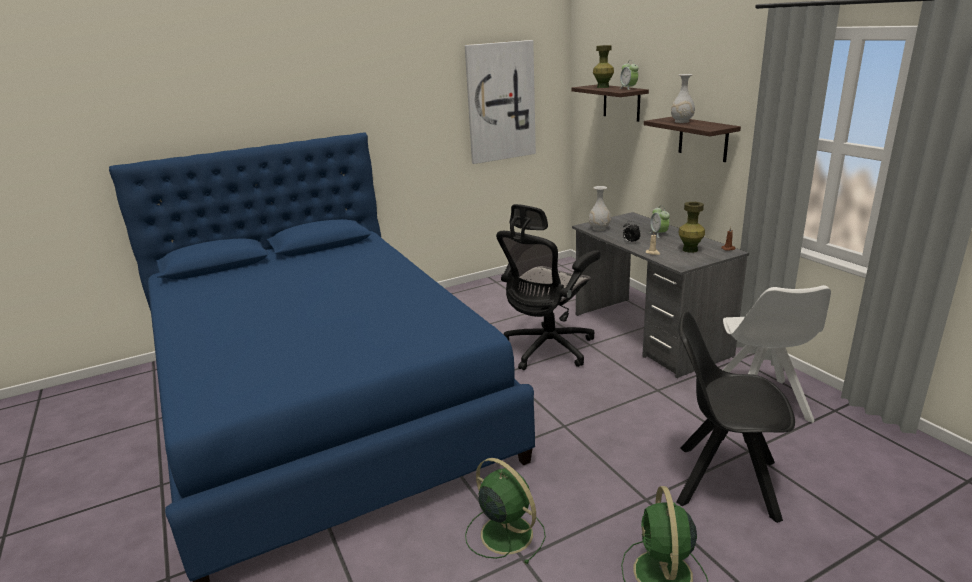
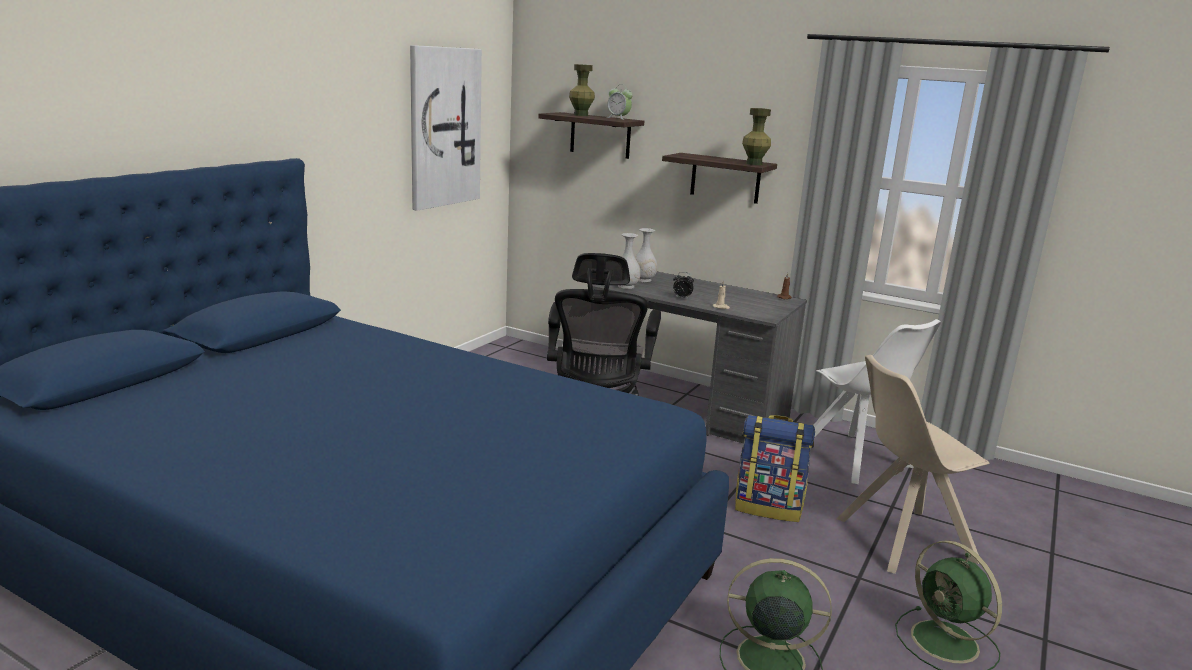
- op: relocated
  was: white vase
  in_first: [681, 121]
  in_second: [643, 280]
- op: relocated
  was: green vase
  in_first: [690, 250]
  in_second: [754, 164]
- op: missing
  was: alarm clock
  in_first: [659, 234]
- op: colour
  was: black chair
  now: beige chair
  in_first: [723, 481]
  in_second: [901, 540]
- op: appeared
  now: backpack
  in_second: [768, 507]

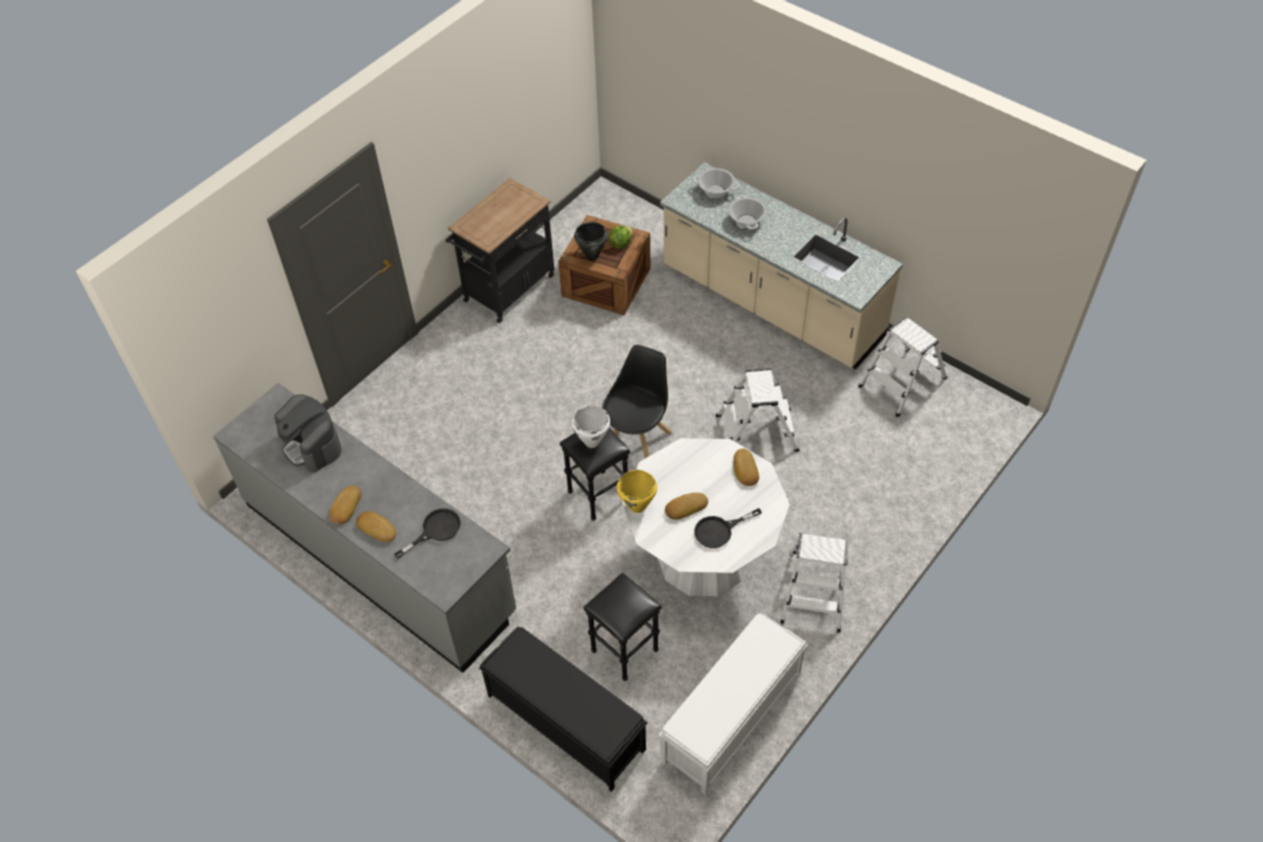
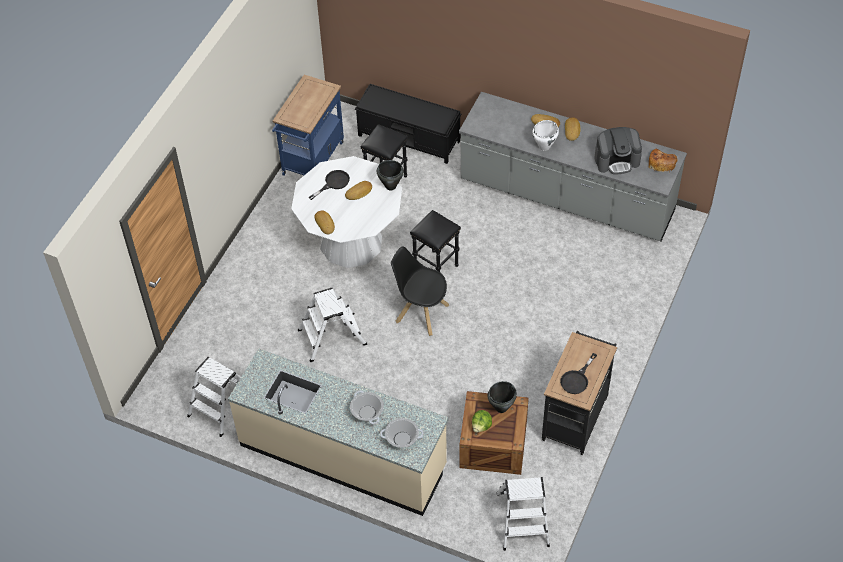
- op: spun
  was: black chair
  in_first: [637, 439]
  in_second: [421, 312]
  clockwise: 105
- op: spun
  was: coffee machine
  in_first: [312, 445]
  in_second: [617, 160]
  clockwise: 135
- op: relocated
  was: white cooking pot
  in_first: [591, 442]
  in_second: [544, 147]
- op: colour
  was: yellow cooking pot
  now: black cooking pot
  in_first: [637, 507]
  in_second: [390, 186]
- op: relocated
  was: black frying pan
  in_first: [435, 530]
  in_second: [577, 379]
- op: relocated
  was: white step ladder
  in_first: [814, 591]
  in_second: [522, 519]
- op: exchanged
  was: white bench
  now: blue cart
  in_first: [731, 718]
  in_second: [312, 160]
- op: appeared
  now: bread
  in_second: [661, 163]

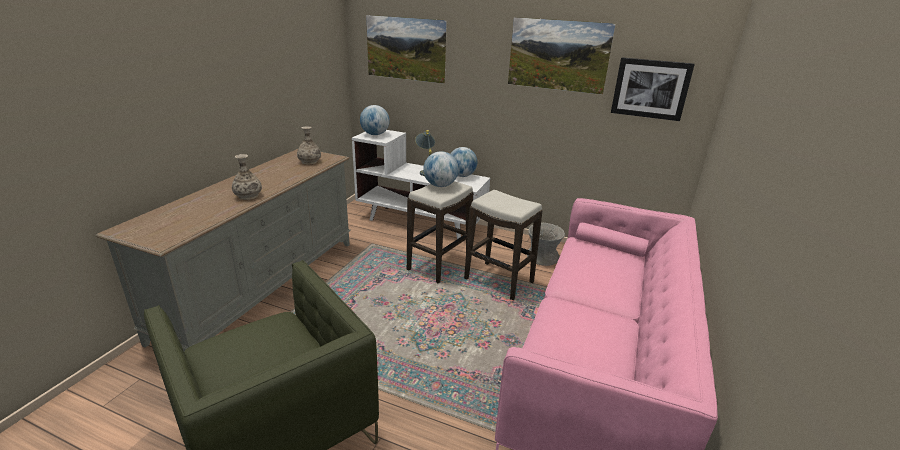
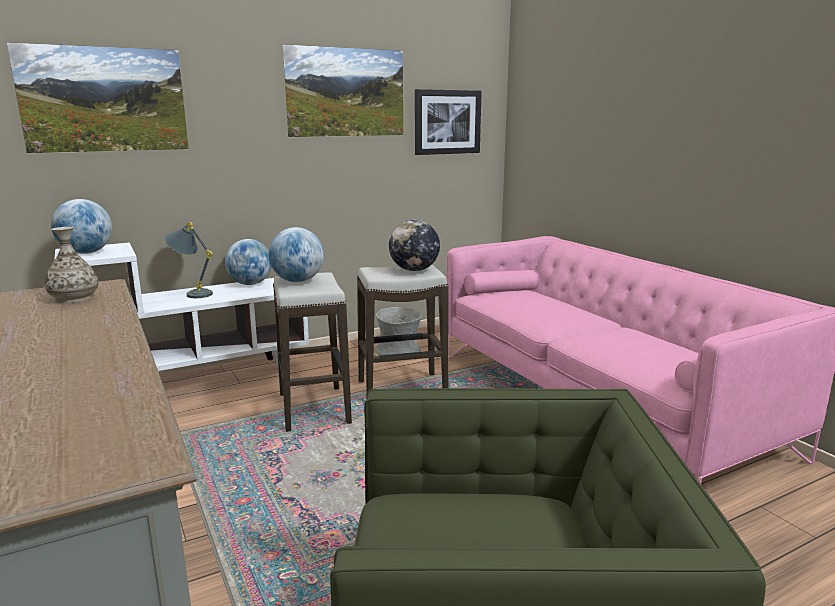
- op: missing
  was: vase
  in_first: [248, 196]
- op: appeared
  now: globe
  in_second: [414, 270]

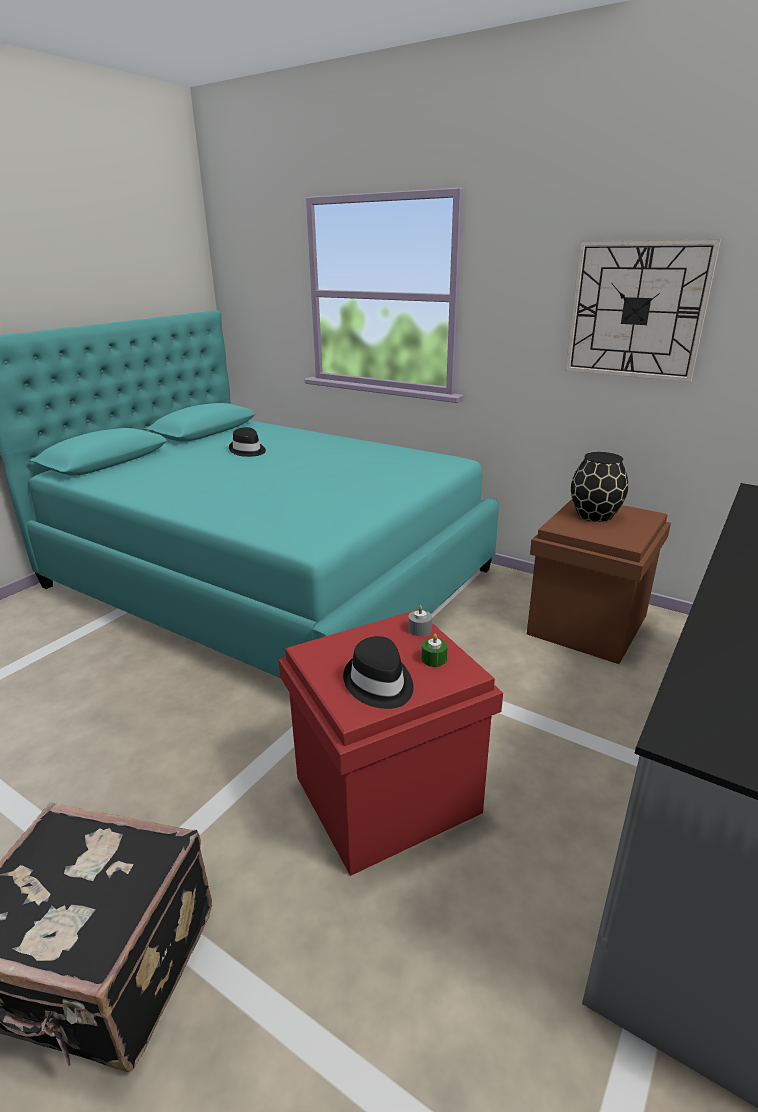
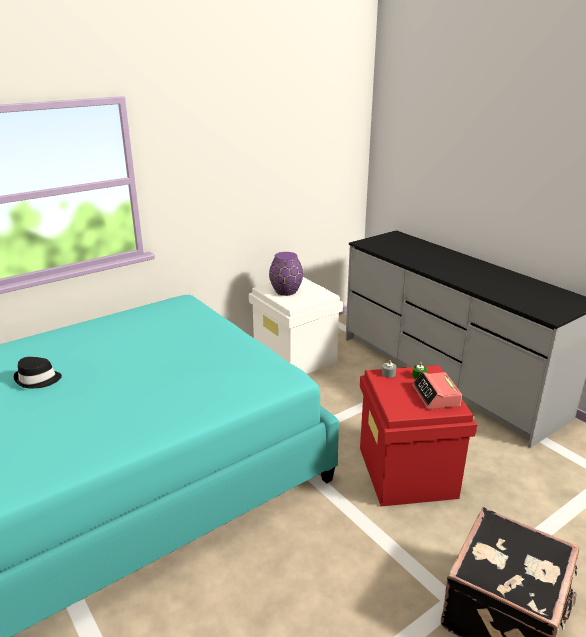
- op: missing
  was: wall clock
  in_first: [636, 310]
- op: colour
  was: black vase
  now: purple vase
  in_first: [593, 515]
  in_second: [285, 291]
- op: colour
  was: brown storage box
  now: white storage box
  in_first: [588, 625]
  in_second: [295, 357]
- op: exchanged
  was: black hat
  now: alarm clock
  in_first: [379, 683]
  in_second: [436, 396]

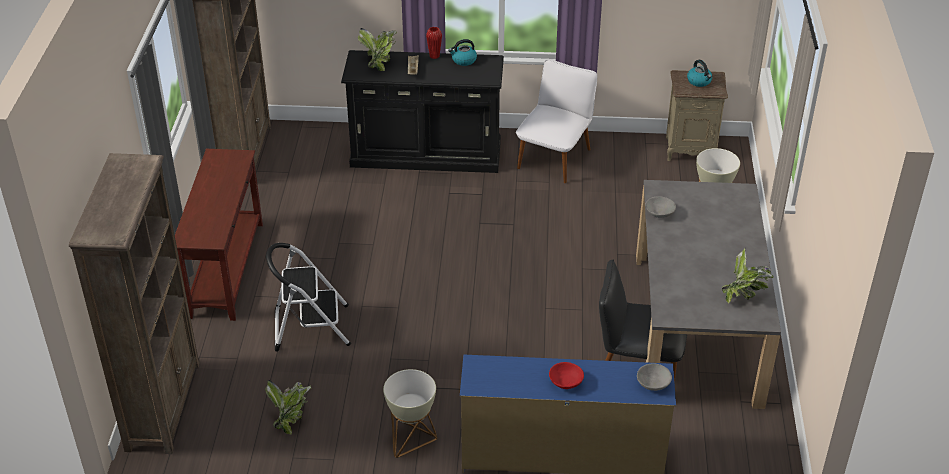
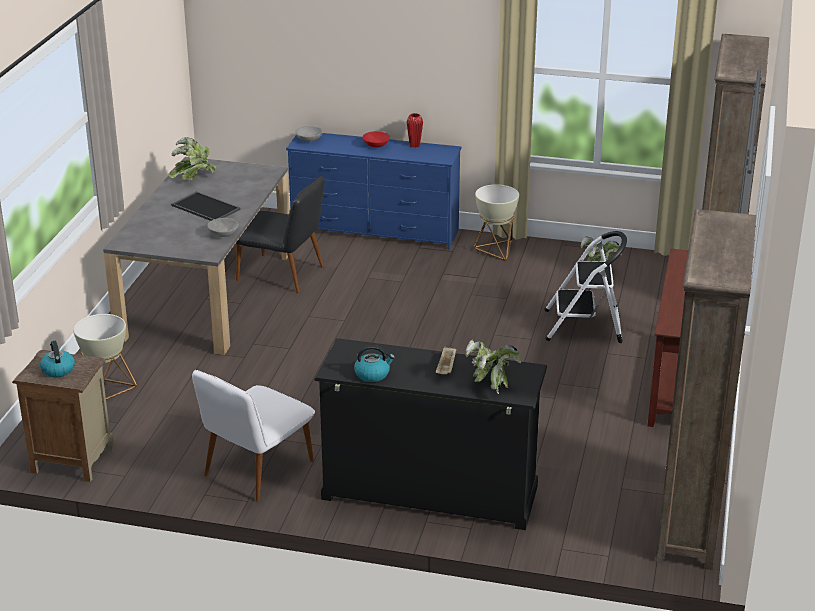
- op: relocated
  was: red vase
  in_first: [434, 56]
  in_second: [414, 145]
- op: appeared
  now: tray
  in_second: [204, 207]

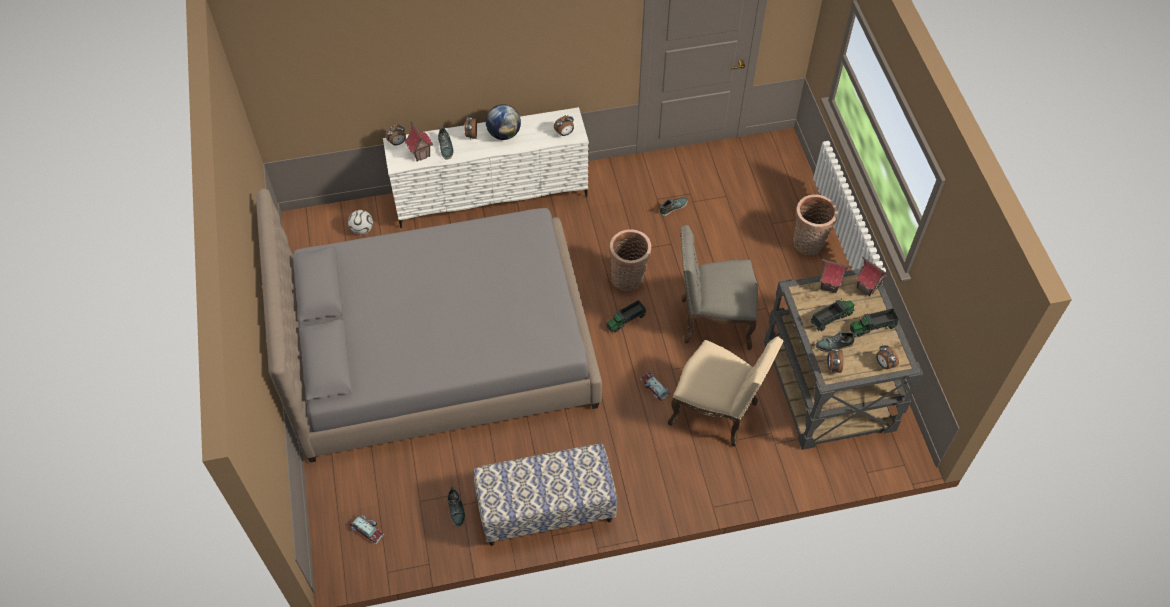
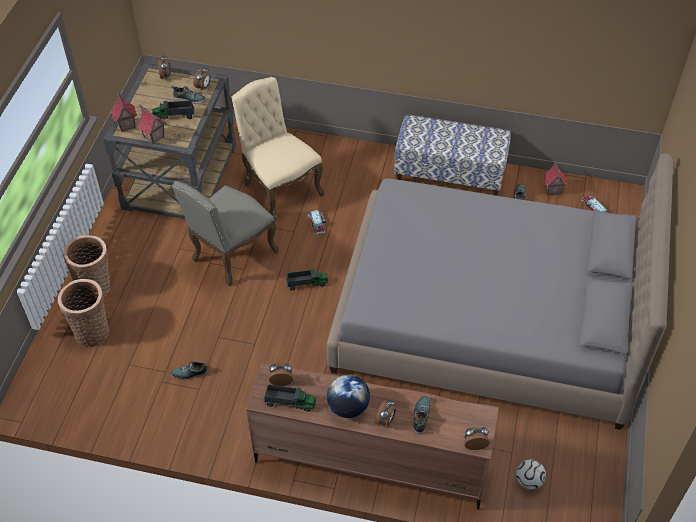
- op: colour
  was: white dresser
  now: brown dresser
  in_first: [492, 198]
  in_second: [369, 462]
- op: relocated
  was: toy house
  in_first: [421, 154]
  in_second: [552, 190]
- op: spun
  was: grey chair
  in_first: [713, 320]
  in_second: [231, 255]
  clockwise: 105
- op: relocated
  was: basket
  in_first: [628, 279]
  in_second: [92, 331]
- op: relocated
  was: toy truck
  in_first: [872, 327]
  in_second: [289, 402]

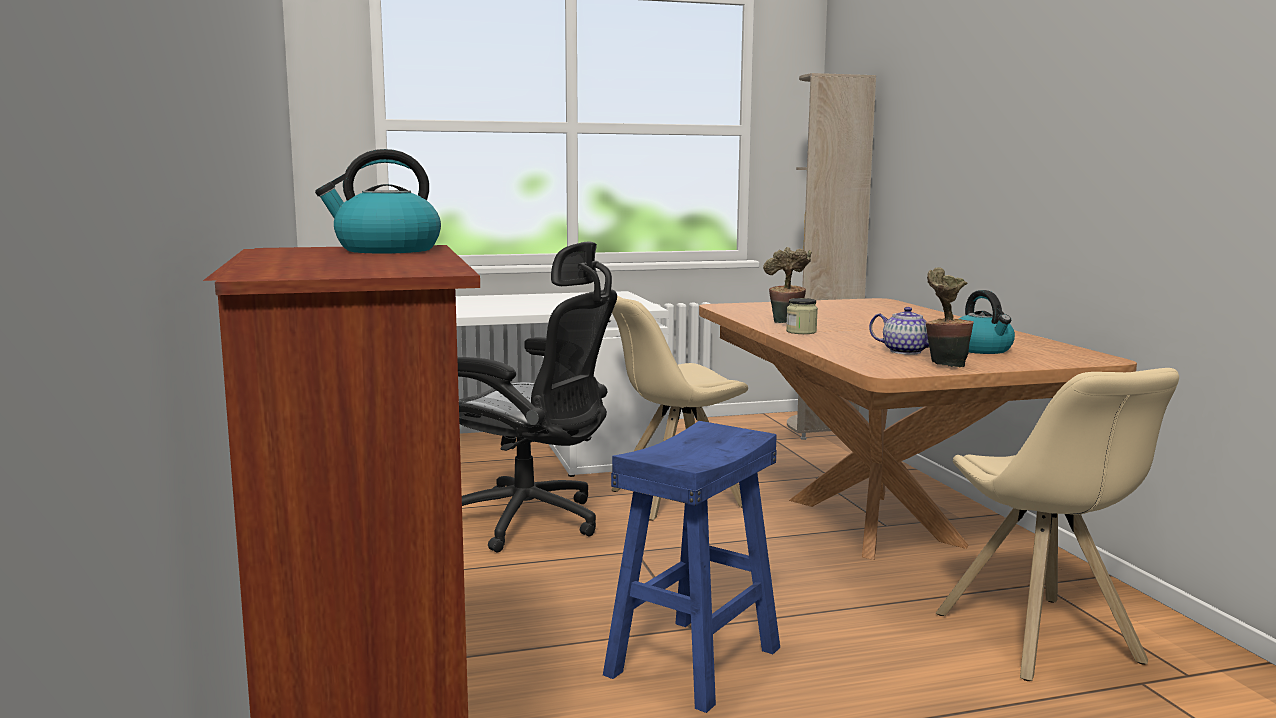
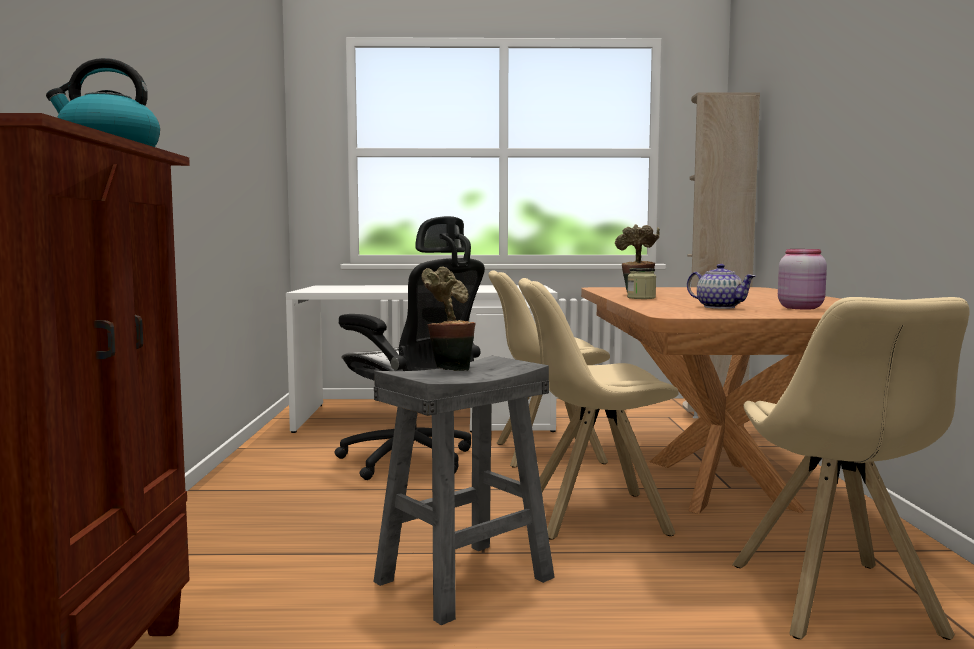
- op: relocated
  was: potted plant
  in_first: [944, 365]
  in_second: [450, 368]
- op: exchanged
  was: kettle
  now: pink jar
  in_first: [981, 349]
  in_second: [801, 308]
- op: colour
  was: blue stool
  now: grey stool
  in_first: [693, 660]
  in_second: [464, 579]
- op: appeared
  now: beige chair
  in_second: [594, 515]

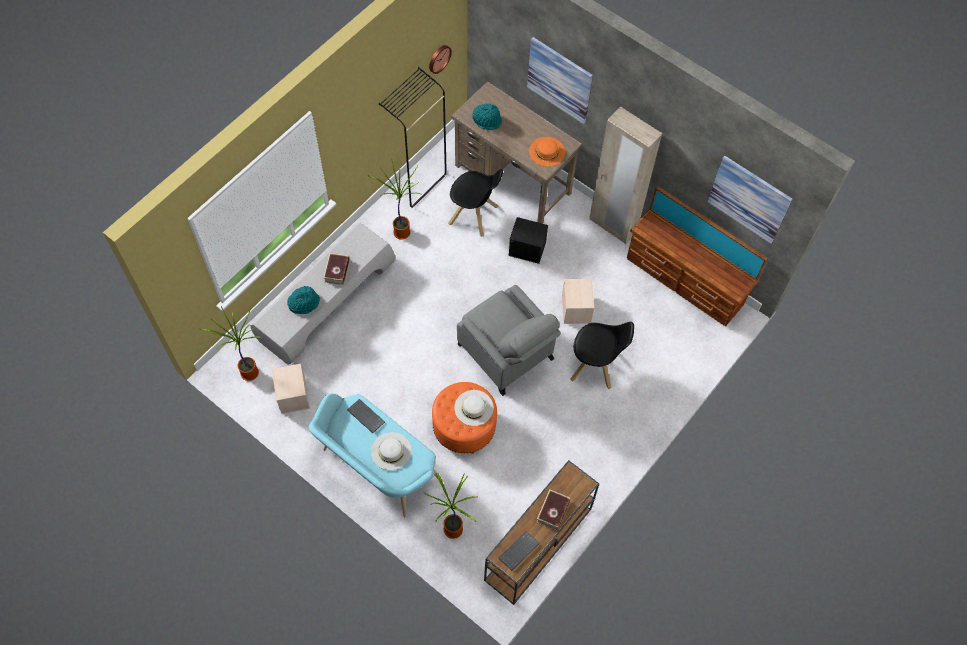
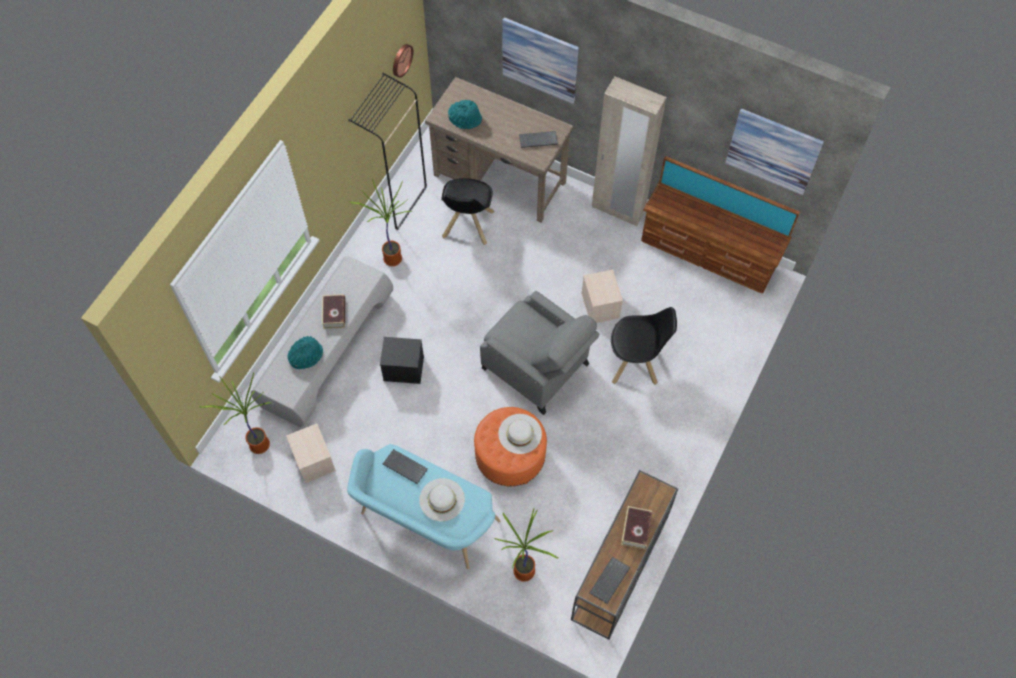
- op: exchanged
  was: orange hat
  now: keyboard
  in_first: [547, 151]
  in_second: [537, 141]
- op: spun
  was: black chair
  in_first: [474, 215]
  in_second: [467, 225]
  clockwise: 90
- op: relocated
  was: black storage box
  in_first: [527, 248]
  in_second: [404, 368]

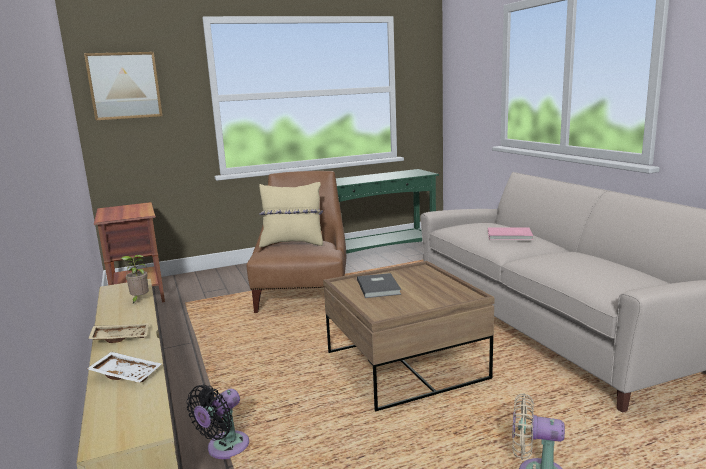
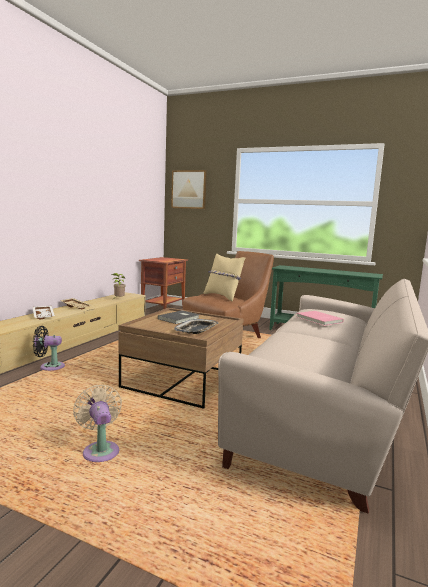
- op: appeared
  now: tray
  in_second: [197, 330]

